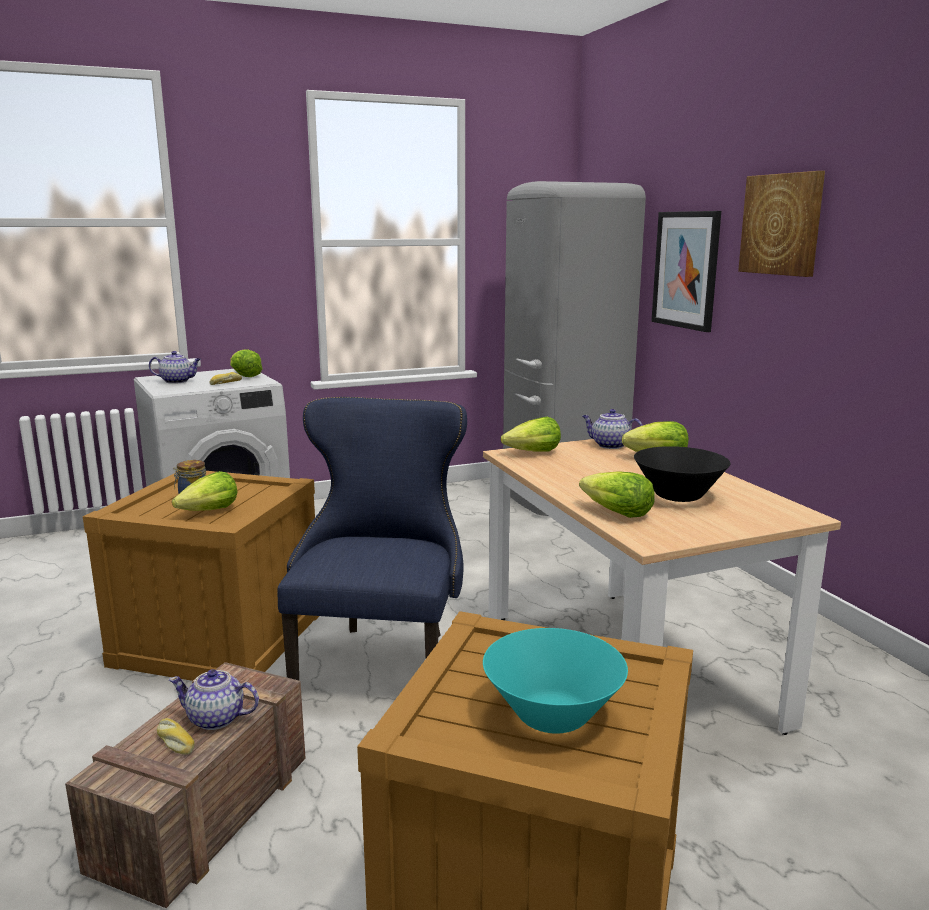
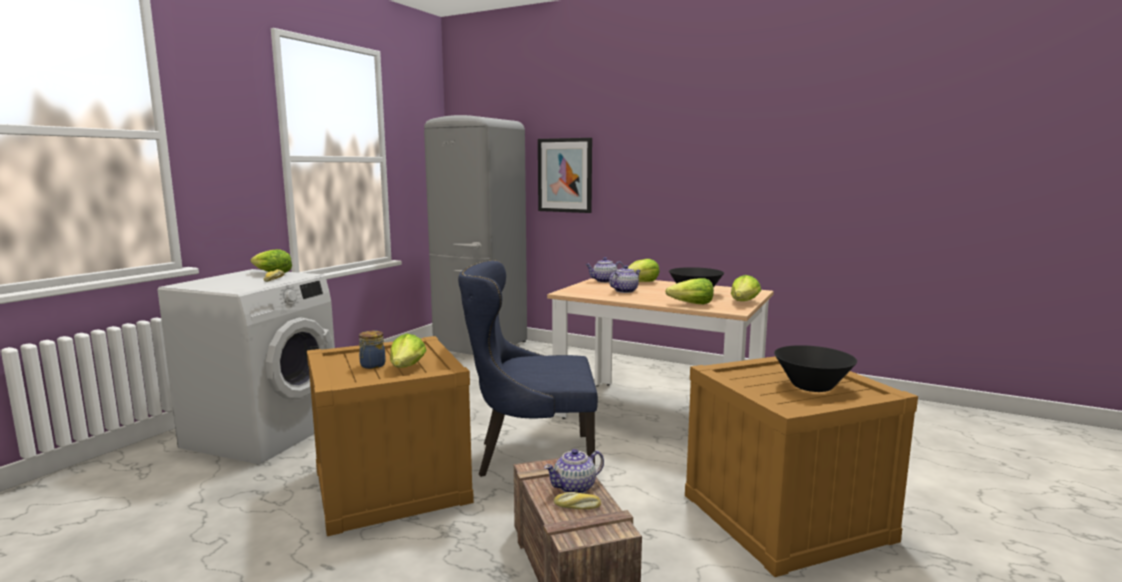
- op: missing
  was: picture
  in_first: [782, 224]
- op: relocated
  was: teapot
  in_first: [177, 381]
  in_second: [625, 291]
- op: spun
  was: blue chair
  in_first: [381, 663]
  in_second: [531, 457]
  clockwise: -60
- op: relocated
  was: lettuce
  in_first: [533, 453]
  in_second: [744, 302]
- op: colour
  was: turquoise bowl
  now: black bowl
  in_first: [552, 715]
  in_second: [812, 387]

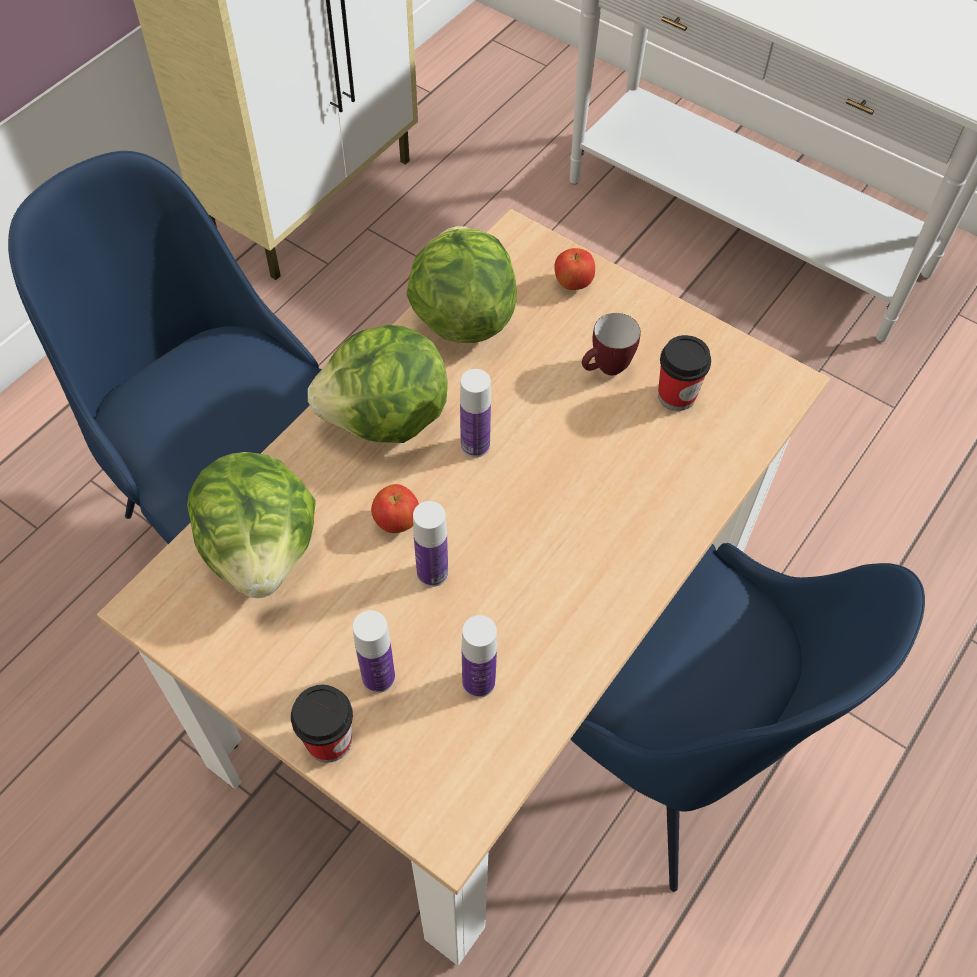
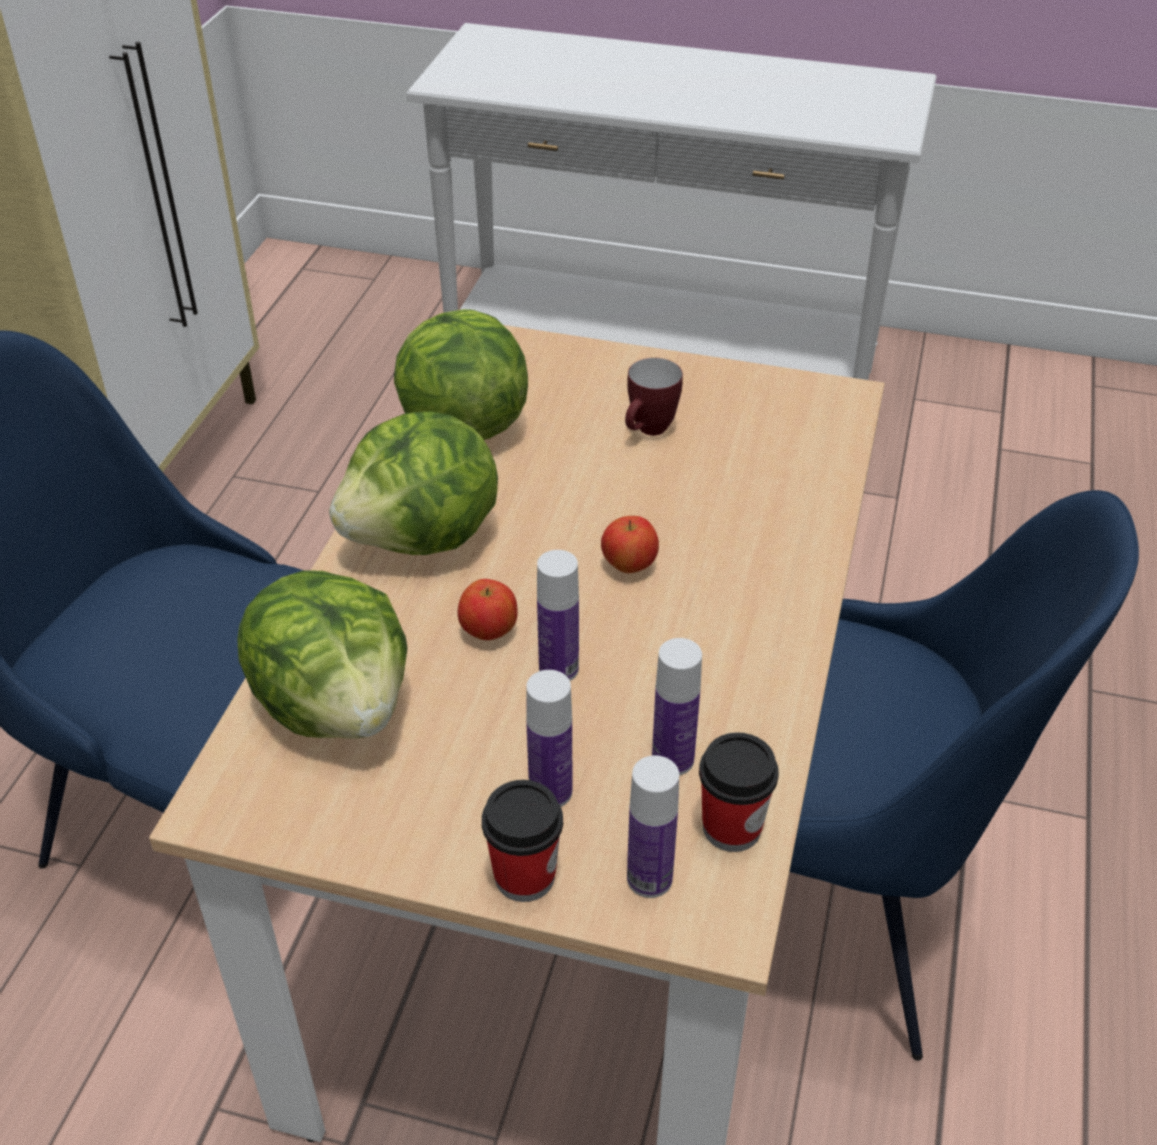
- op: relocated
  was: apple
  in_first: [572, 283]
  in_second: [629, 566]
- op: relocated
  was: cup
  in_first: [676, 395]
  in_second: [731, 828]
- op: relocated
  was: bottle
  in_first: [475, 445]
  in_second: [649, 878]

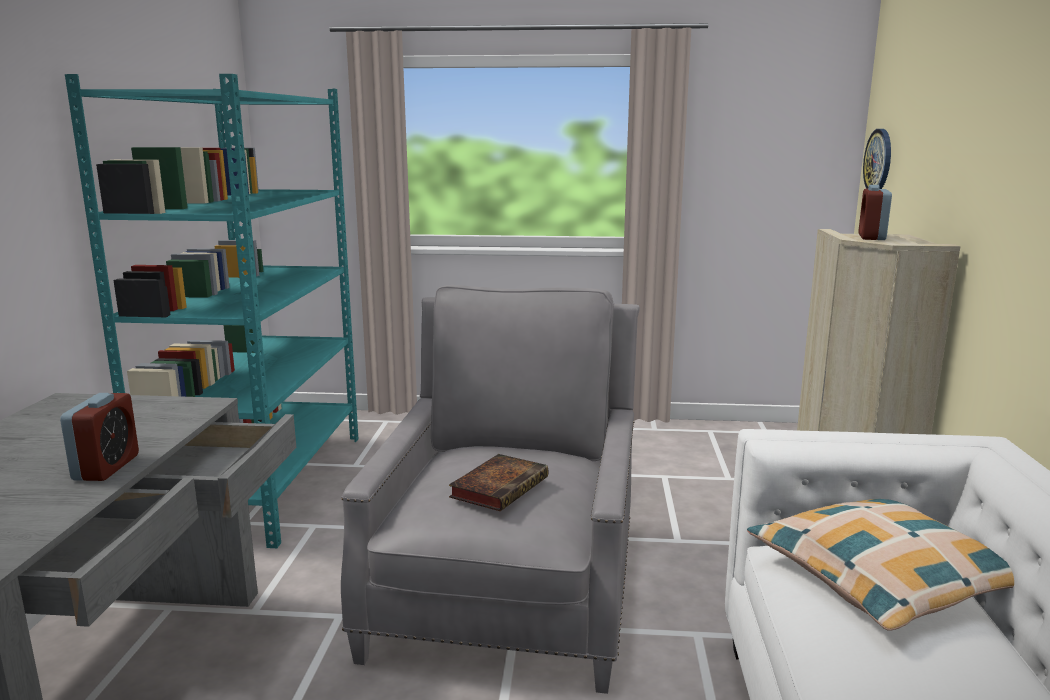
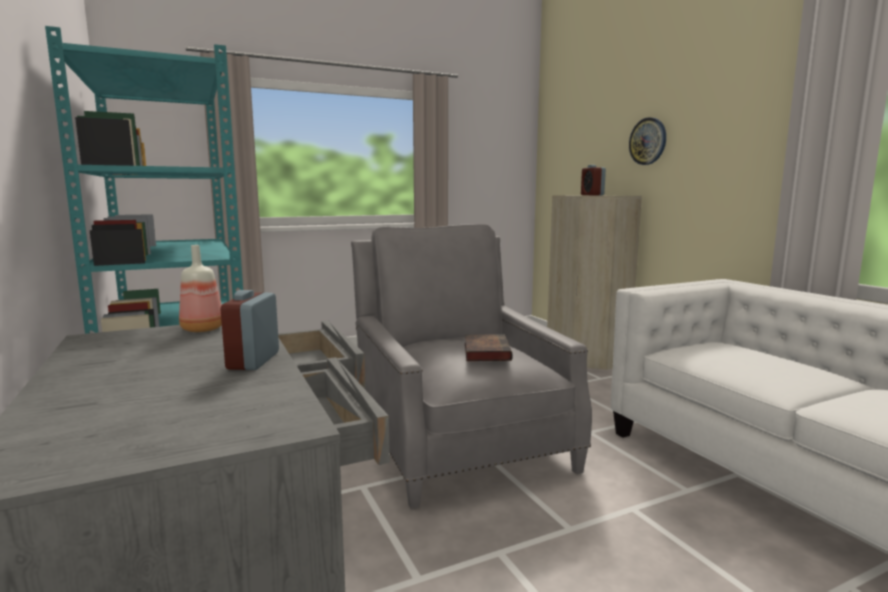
- op: relocated
  was: wall clock
  in_first: [878, 161]
  in_second: [648, 141]
- op: spun
  was: alarm clock
  in_first: [106, 467]
  in_second: [253, 361]
  clockwise: -150
- op: missing
  was: pillow
  in_first: [879, 578]
- op: appeared
  now: bottle
  in_second: [202, 329]

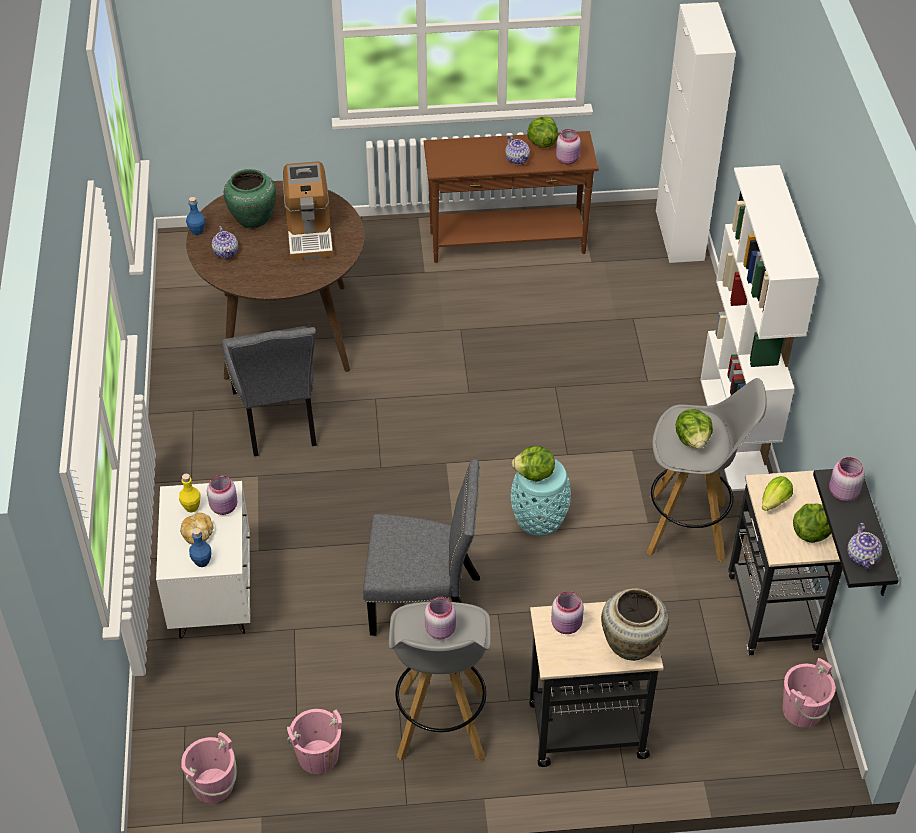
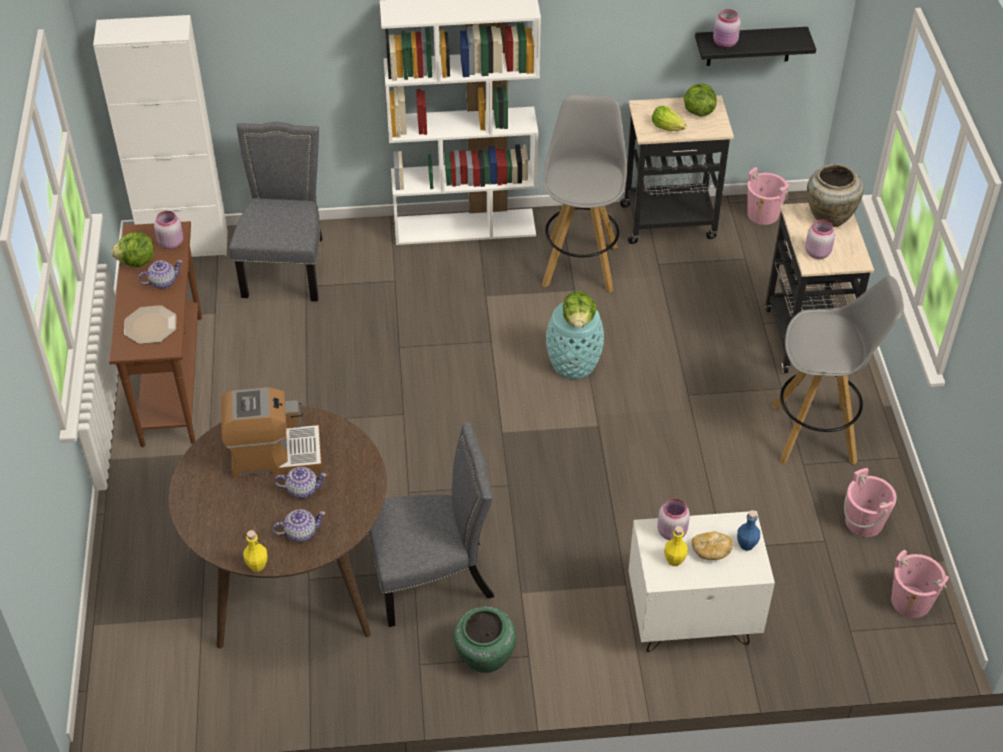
- op: relocated
  was: green vase
  in_first: [252, 218]
  in_second: [484, 658]
- op: colour
  was: blue bottle
  now: yellow bottle
  in_first: [197, 231]
  in_second: [257, 565]
- op: missing
  was: lettuce
  in_first: [693, 439]
- op: relocated
  was: grey chair
  in_first: [423, 602]
  in_second: [286, 269]
- op: relocated
  was: teapot
  in_first: [862, 556]
  in_second: [302, 489]
- op: missing
  was: pink jar
  in_first: [441, 629]
- op: appeared
  now: plate
  in_second: [150, 325]

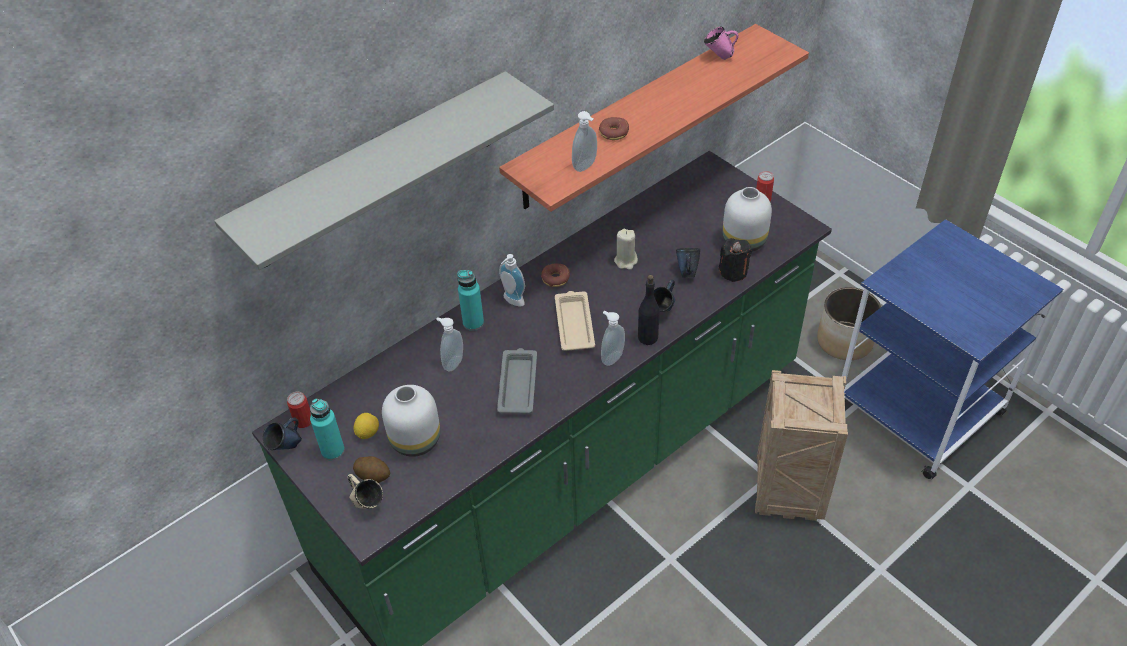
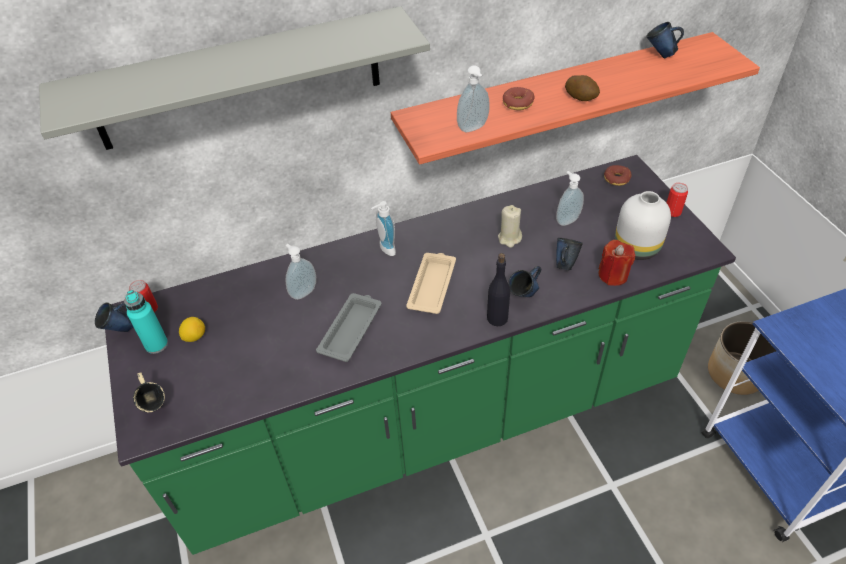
- op: colour
  was: pink mug
  now: blue mug
  in_first: [719, 57]
  in_second: [660, 55]
- op: colour
  was: black candle
  now: red candle
  in_first: [733, 272]
  in_second: [613, 275]
- op: relocated
  was: donut
  in_first: [555, 279]
  in_second: [616, 179]
- op: missing
  was: turquoise bottle
  in_first: [473, 323]
- op: relocated
  was: soap dispenser
  in_first: [611, 357]
  in_second: [566, 220]
- op: missing
  was: crate
  in_first: [790, 493]
- op: missing
  was: white vase
  in_first: [416, 441]
- op: relocated
  was: potato
  in_first: [373, 475]
  in_second: [581, 97]

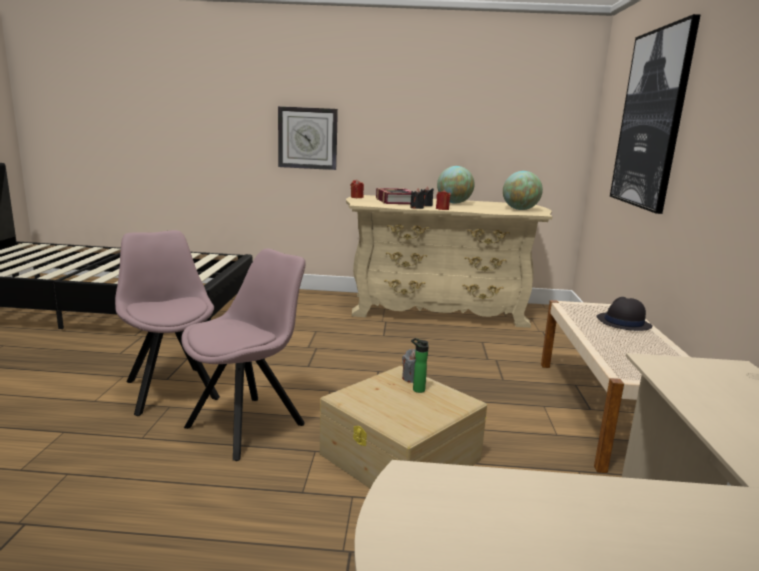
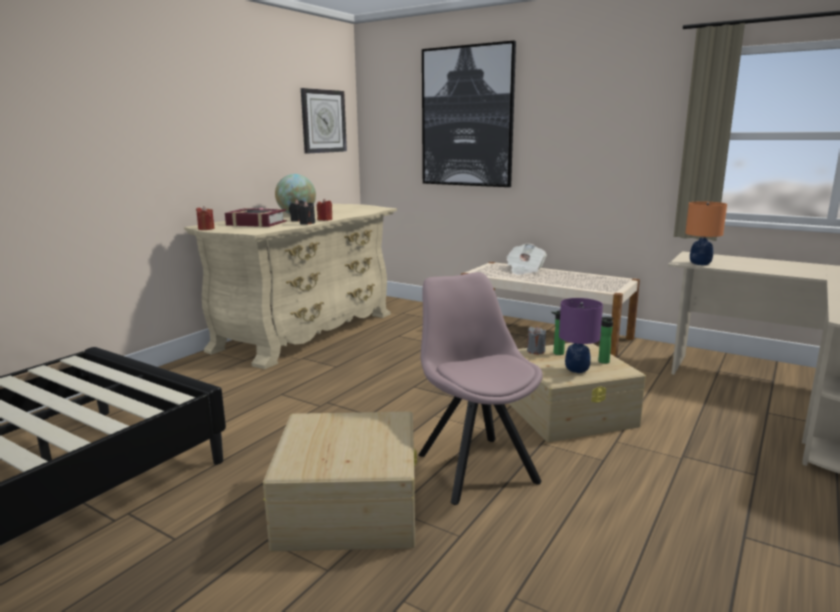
- op: relocated
  was: wall clock
  in_first: [307, 138]
  in_second: [323, 121]
- op: missing
  was: globe
  in_first: [520, 209]
- op: exchanged
  was: pink chair
  now: beige storage box
  in_first: [171, 390]
  in_second: [349, 505]
- op: exchanged
  was: black hat
  now: newspaper
  in_first: [623, 322]
  in_second: [524, 270]
- op: appeared
  now: orange table lamp
  in_second: [699, 264]
- op: appeared
  now: purple table lamp
  in_second: [575, 370]
- op: appeared
  now: bottle
  in_second: [602, 361]

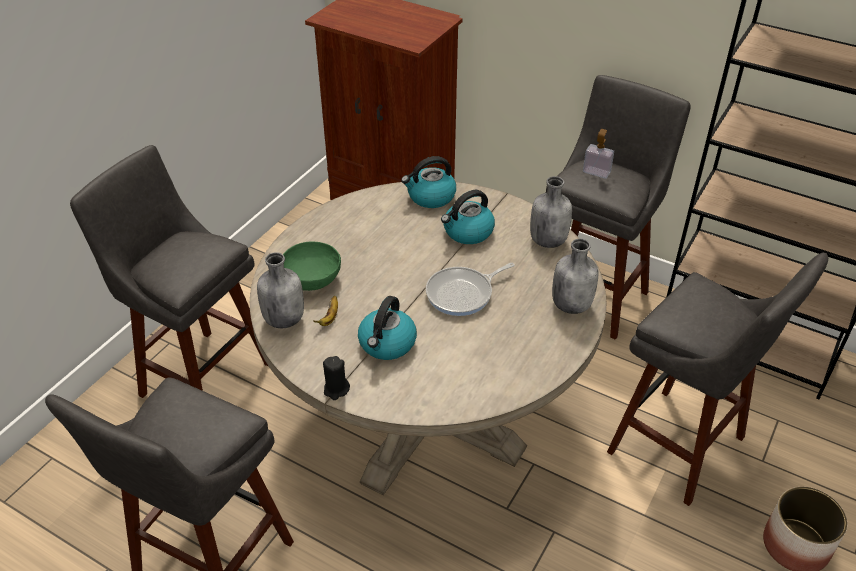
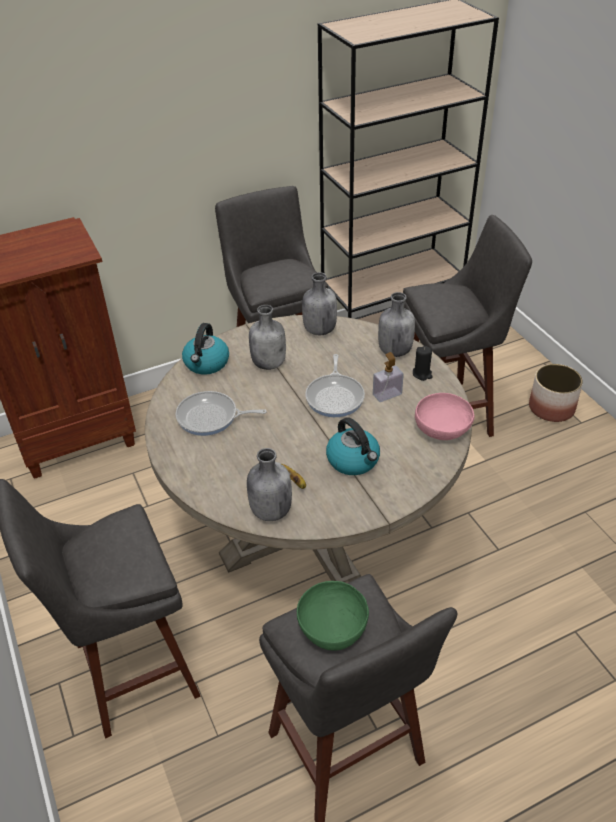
- op: relocated
  was: soap dispenser
  in_first: [596, 172]
  in_second: [387, 394]
- op: exchanged
  was: kettle
  now: grey bottle
  in_first: [467, 232]
  in_second: [269, 363]
- op: relocated
  was: green bowl
  in_first: [312, 279]
  in_second: [332, 627]
- op: relocated
  was: black candle
  in_first: [336, 389]
  in_second: [422, 374]
- op: appeared
  now: frying pan
  in_second: [211, 417]
- op: appeared
  now: pink bowl
  in_second: [443, 429]

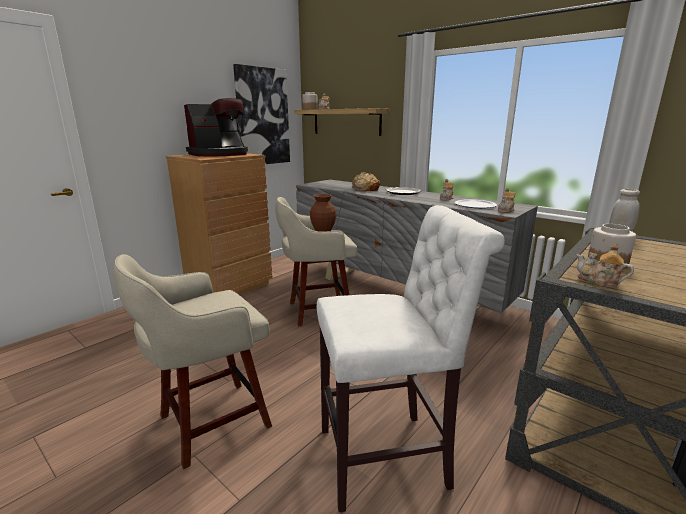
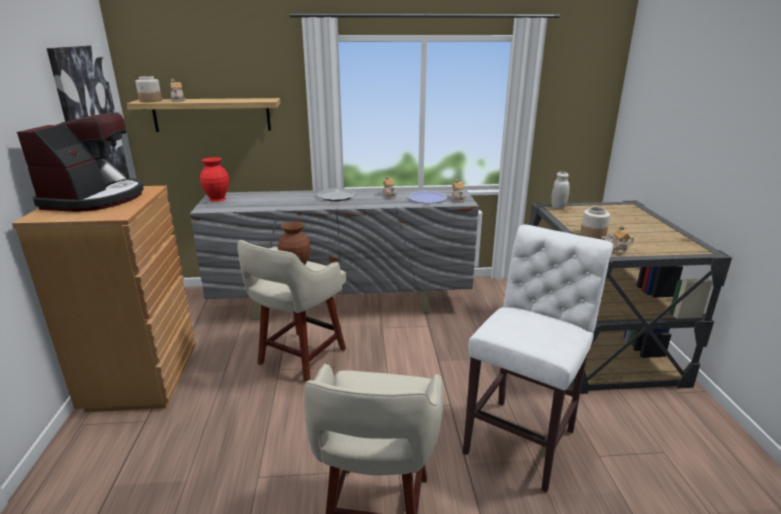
- op: missing
  was: bread
  in_first: [365, 189]
- op: appeared
  now: red vase
  in_second: [217, 199]

